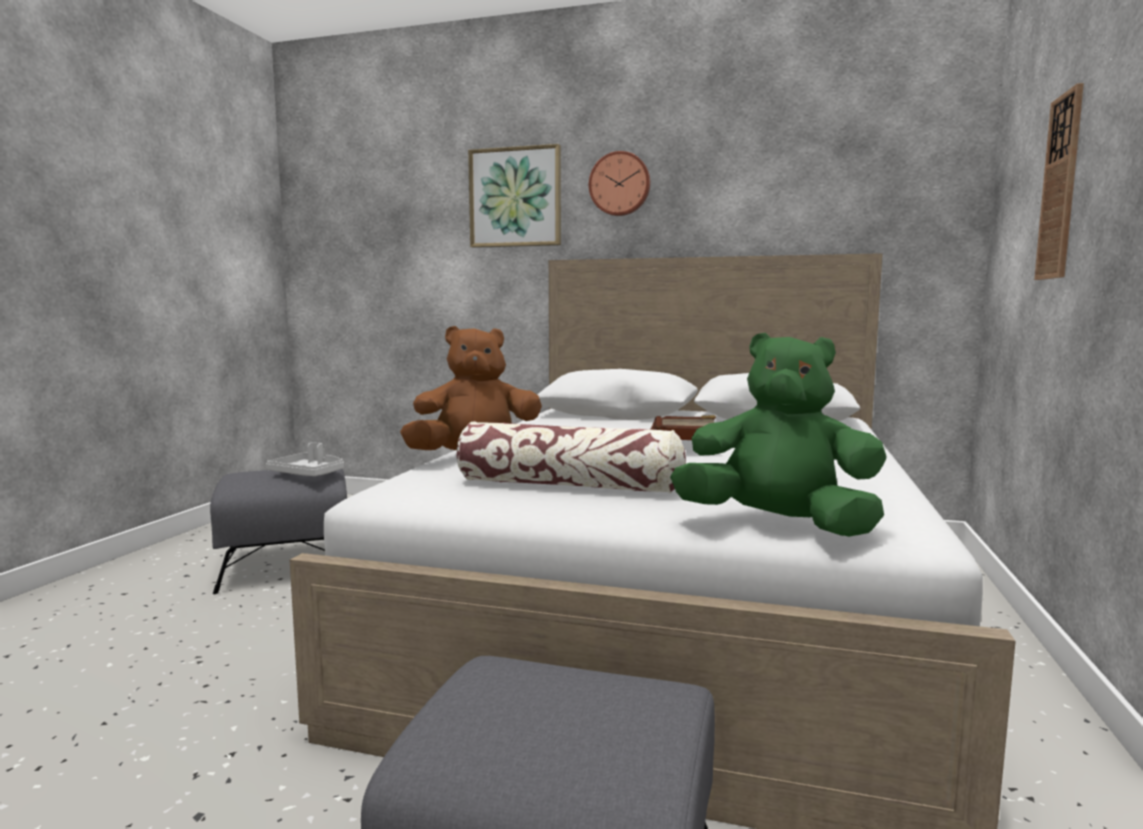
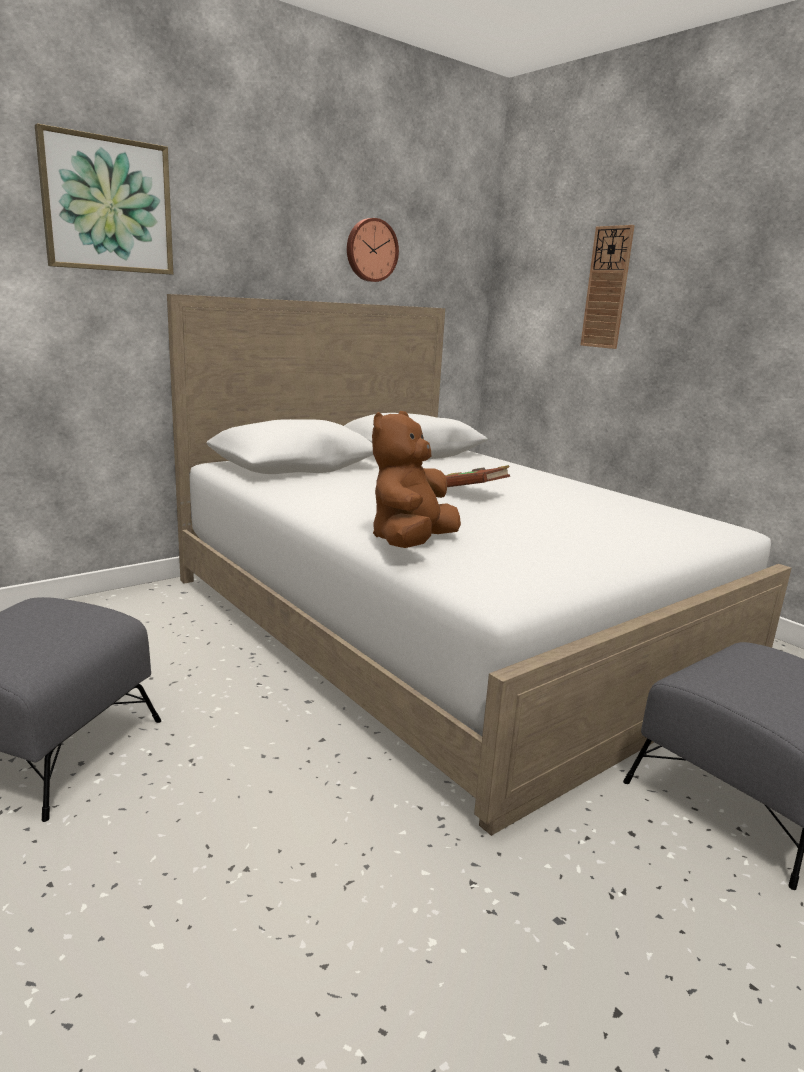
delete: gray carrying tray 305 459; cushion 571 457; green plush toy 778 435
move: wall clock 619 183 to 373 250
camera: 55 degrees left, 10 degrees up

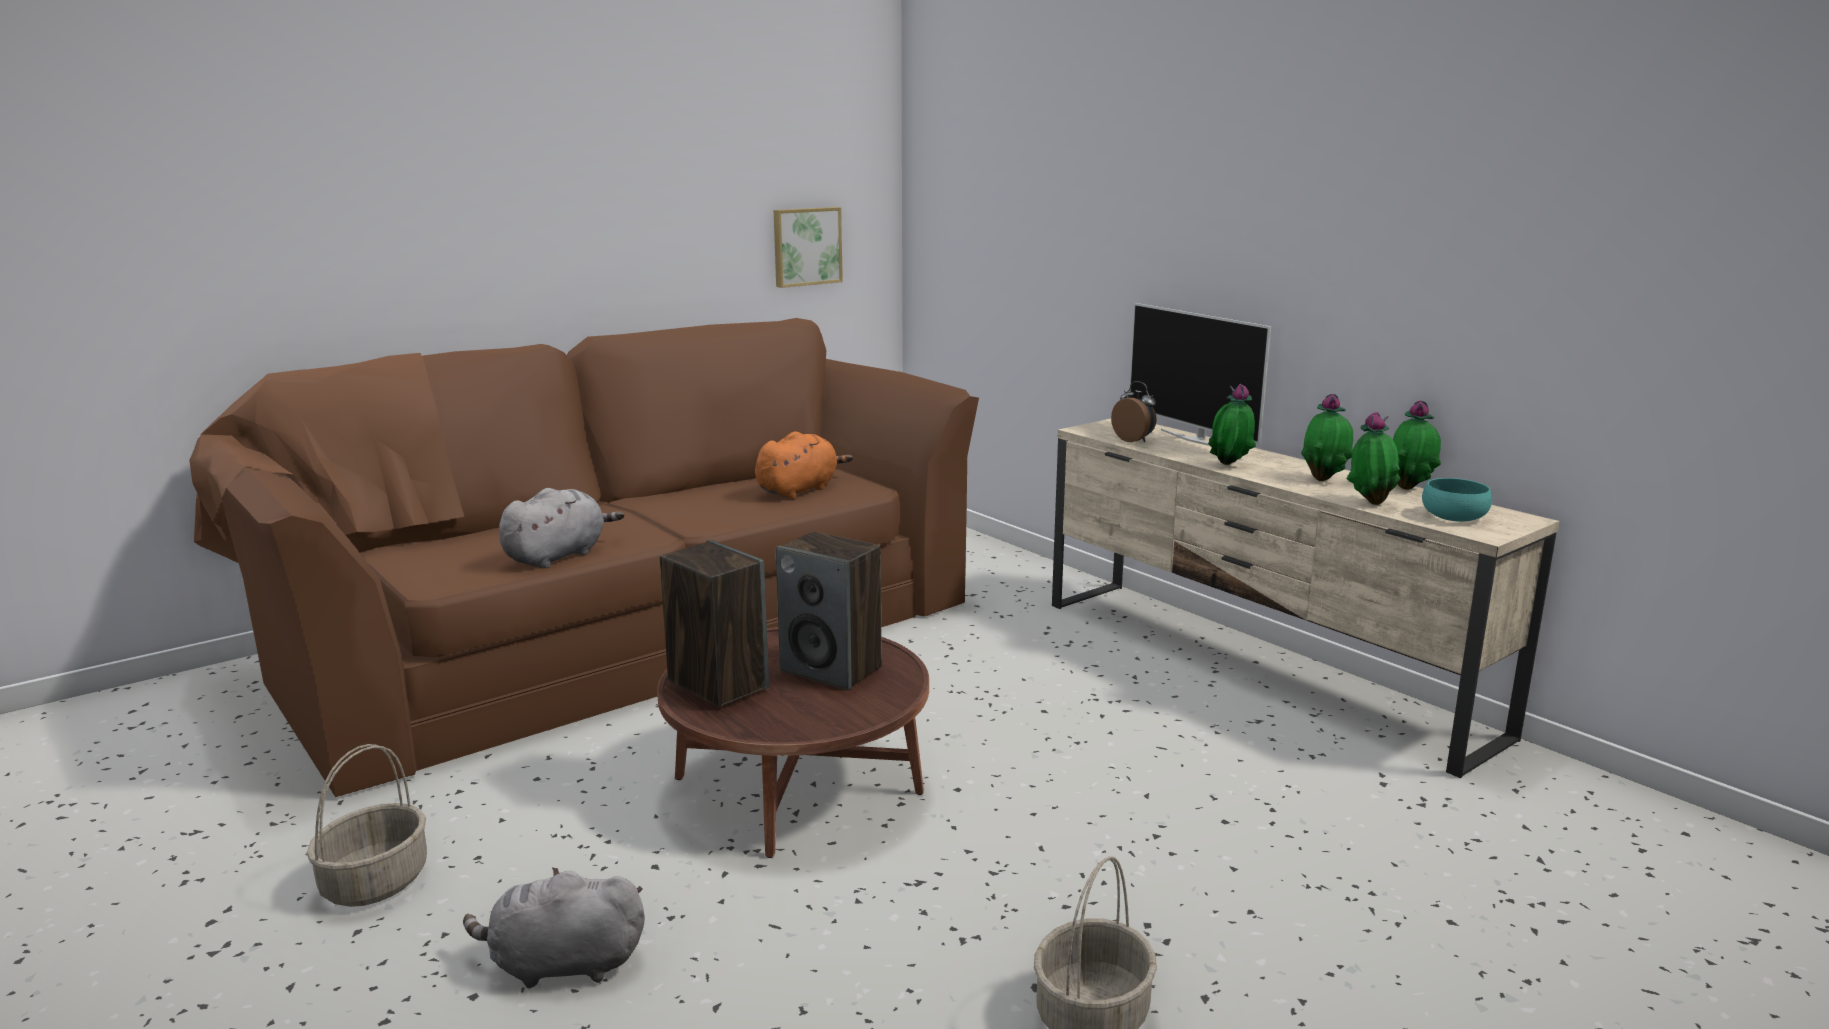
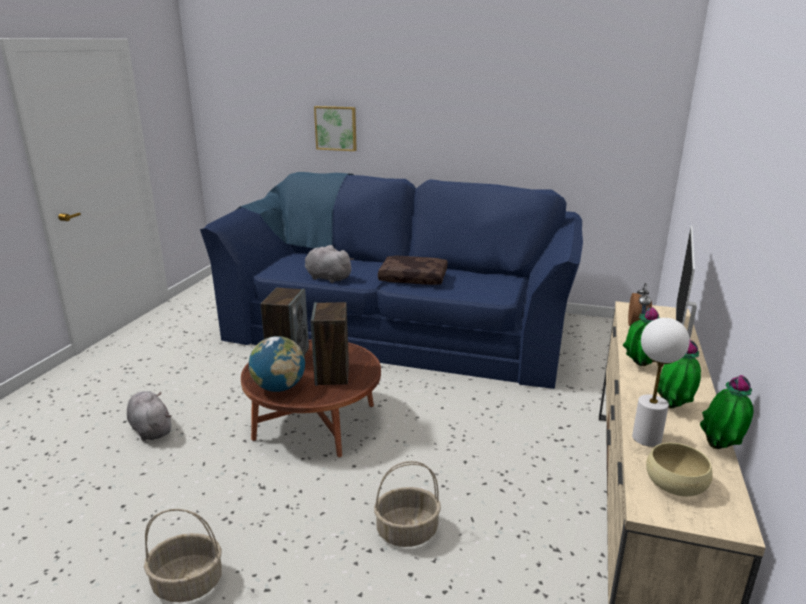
delete: orange-coloured plush toy 804 465
insert: world globe 277 364; brown-coloured cushion 413 270
move: storage basket 366 825 to 407 504; wall picture 808 247 to 335 128
replace: plant in a pot 1373 458 to white table lamp 661 382
recolor: brown-coloured sofa 584 557 to blue sofa 391 280; turquoise serving bowl 1457 500 to sand-coloured serving bowl 679 469
rotate: gray plush toy 562 528 = 329 264 150 degrees counterclockwise
camera: 55 degrees right, 5 degrees up

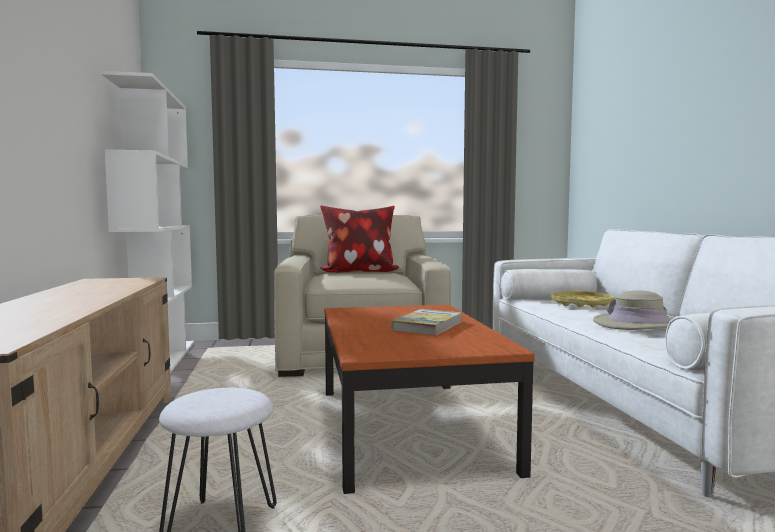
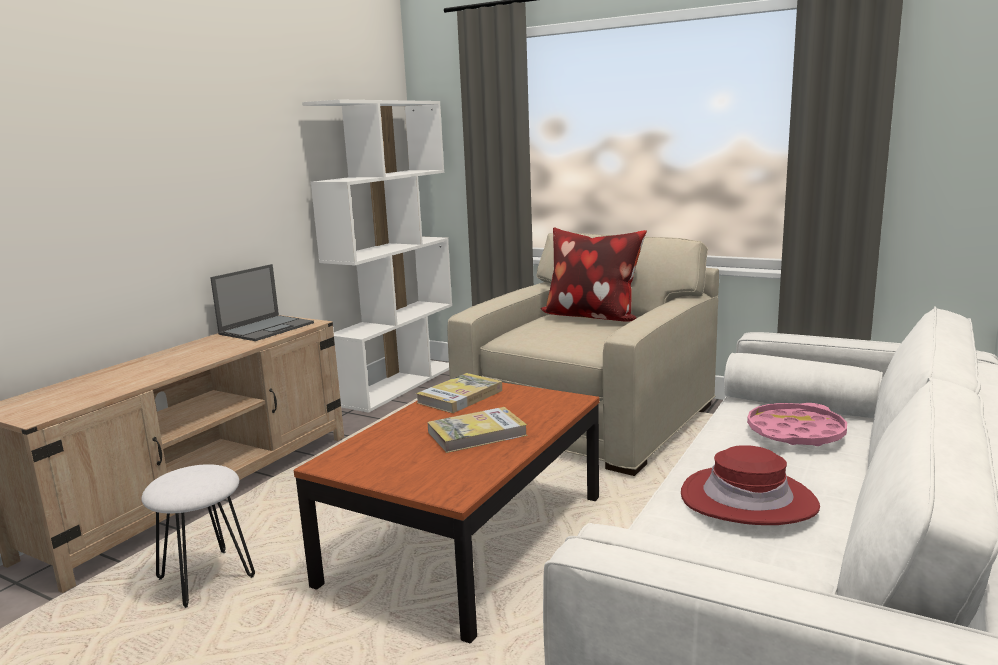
insert: laptop 262 302; bound book 459 393
recolor: yellow carrying tray 582 299 to pinkish carrying tray 797 424; sand-coloured wearable hat 633 310 to red wearable hat 750 485
camera: 40 degrees right, 10 degrees up

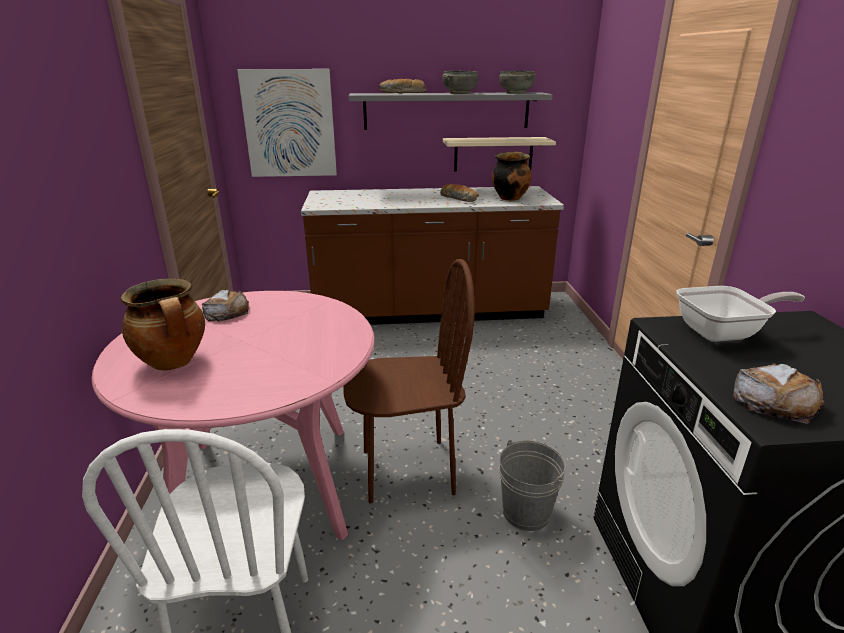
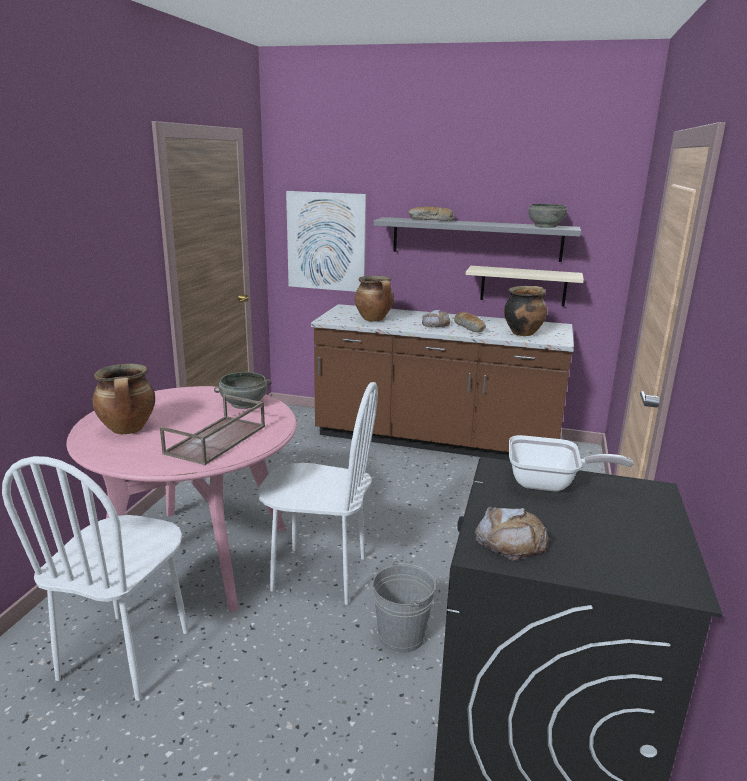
insert: brown-coloured carrying tray 212 429; stockpot 374 298
move: bread 225 306 to 436 318; gray serving bowl 460 82 to 243 390
recolor: brown-coloured plain chair 409 381 to white plain chair 317 493
camera: 20 degrees right, 5 degrees down

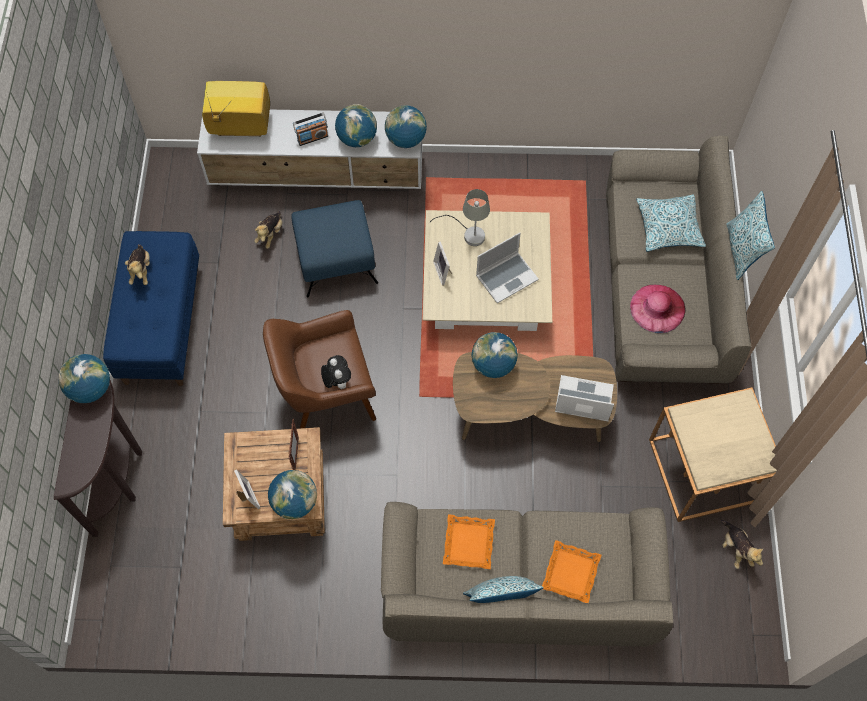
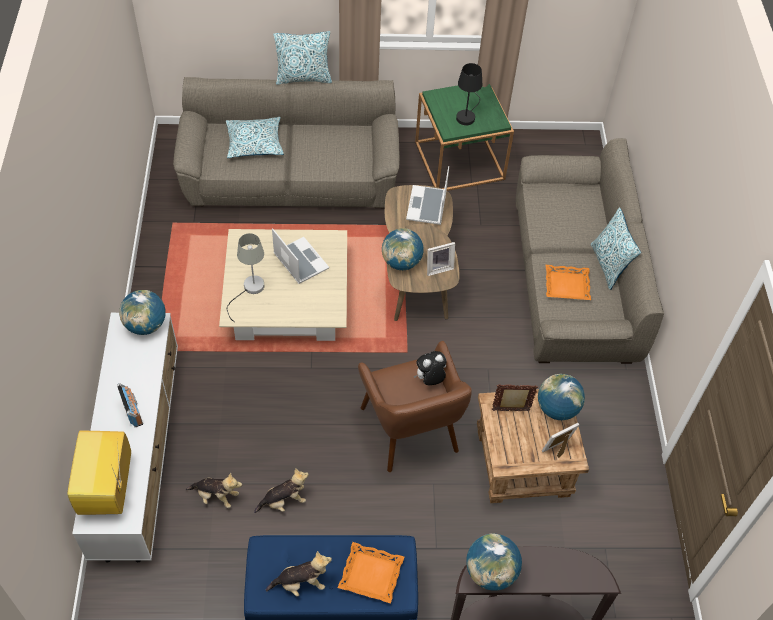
delete: blue footrest 334 248; world globe 356 125; pinkish wearable hat 658 308
insert: blackish table lamp 469 94
move: standing frame 442 263 to 441 259; orange-coloured carrying tray 571 571 to 371 573; plush toy 742 544 to 281 490
recolor: sand-coloured end table 713 454 to green end table 464 137
camera: 95 degrees left, 10 degrees down

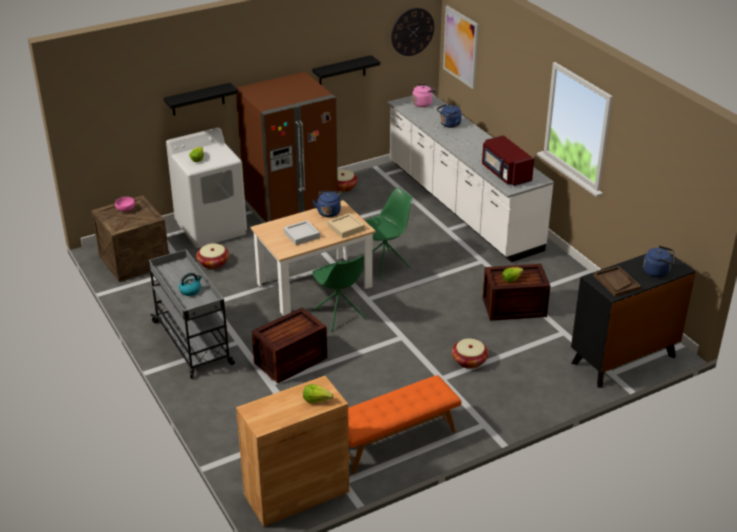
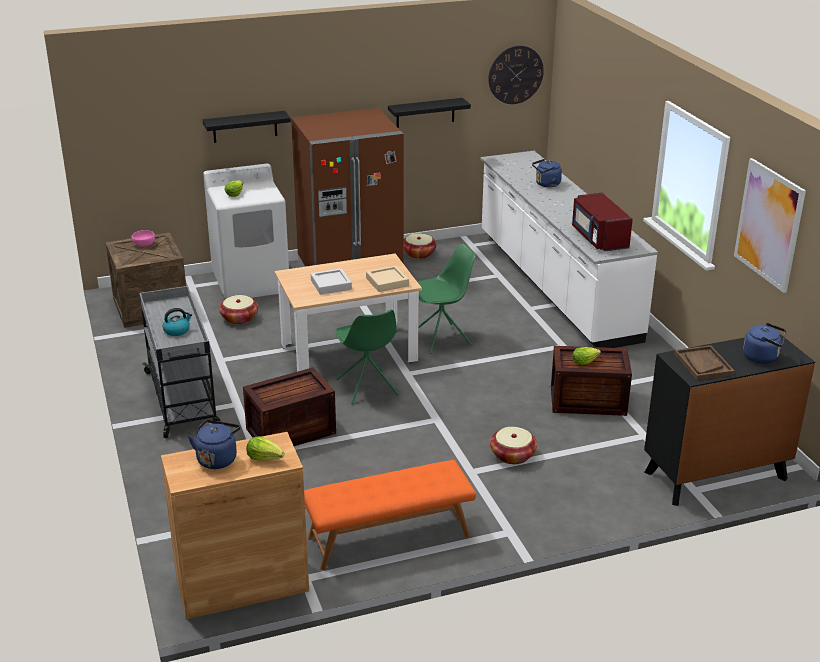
delete: pinkish kettle 424 95
move: blue kettle 326 203 to 214 444; wall picture 460 47 to 770 225
camera: 10 degrees right, 5 degrees down

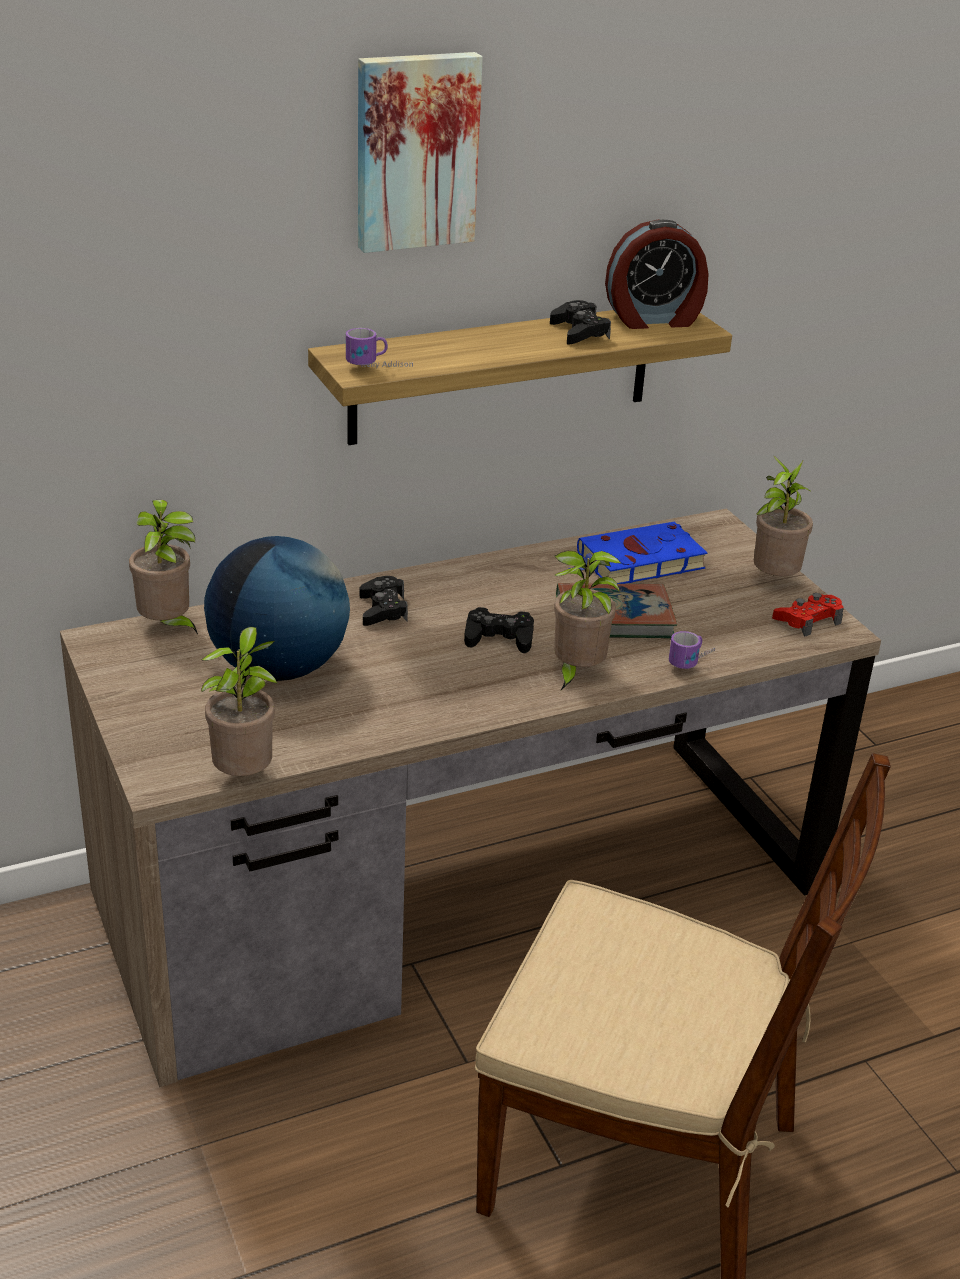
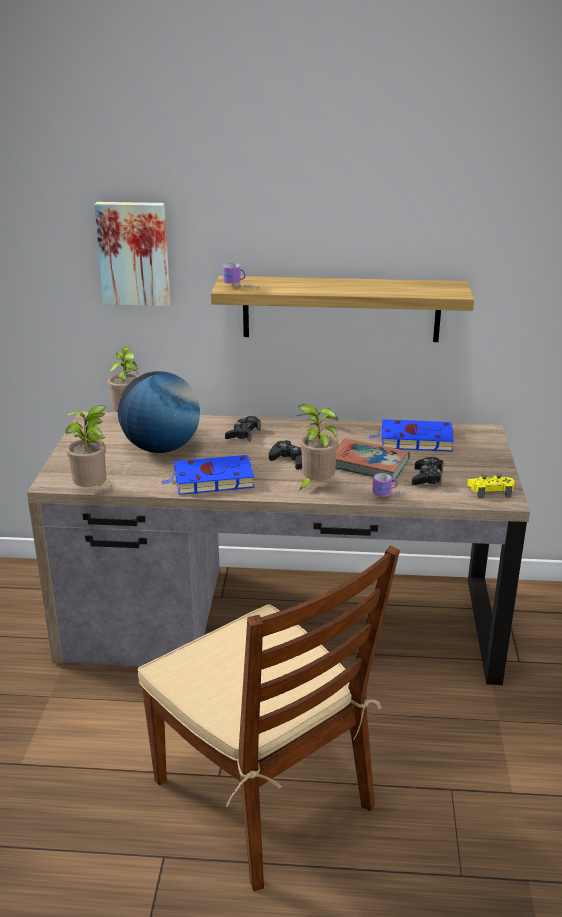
delete: table clock 657 274; plant in a pot 783 516
insert: blue bound book 207 475
move: wall picture 420 152 to 132 254; blackish joypad 580 322 to 428 471
recolor: red joypad 808 615 to yellow joypad 491 486
camera: 30 degrees right, 5 degrees down

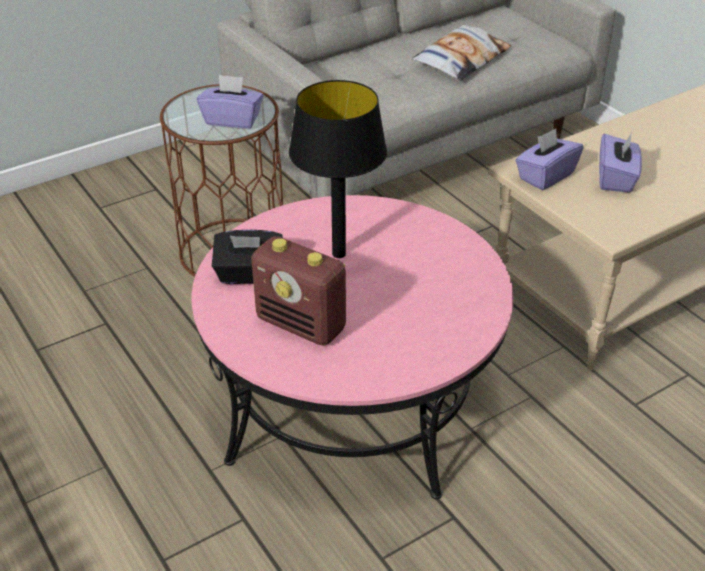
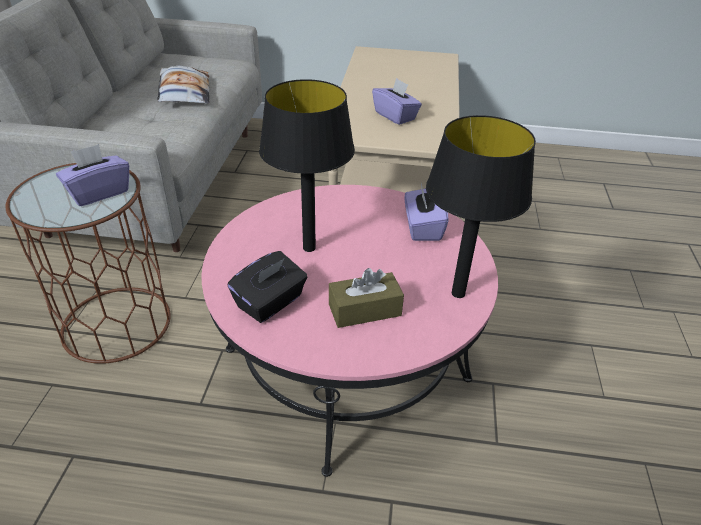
insert: blackish table lamp 481 206
move: purple tissue box 549 159 to 426 212
replace: radio set 298 291 to brown-coloured tissue box 366 298
camera: 50 degrees left, 0 degrees up

